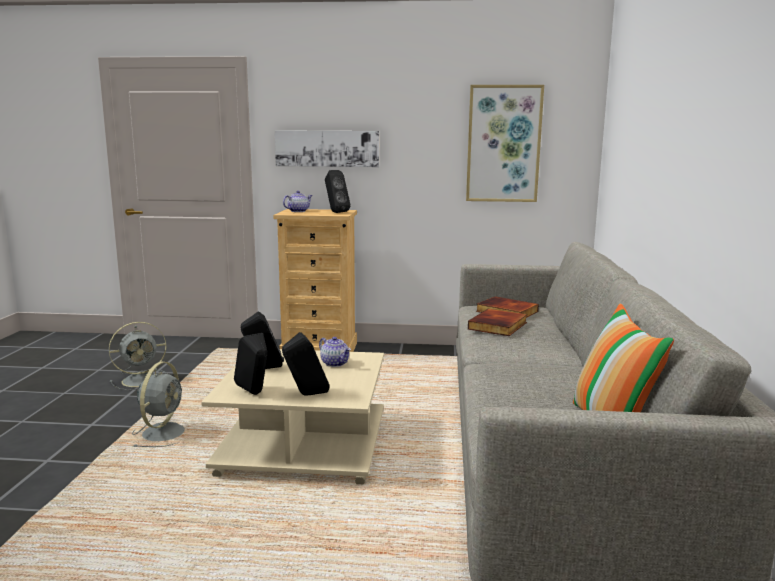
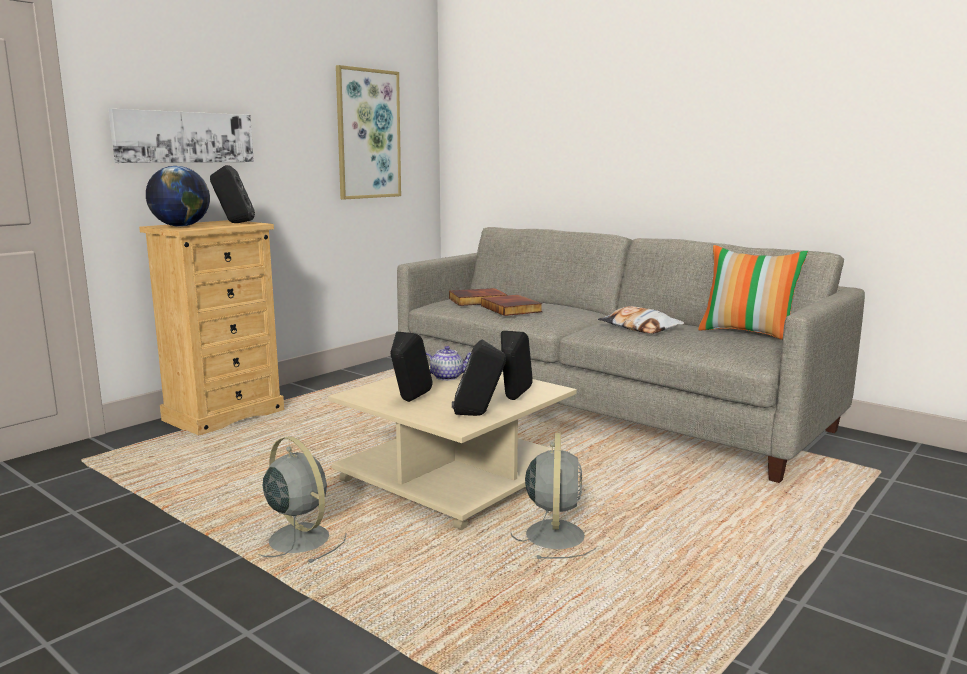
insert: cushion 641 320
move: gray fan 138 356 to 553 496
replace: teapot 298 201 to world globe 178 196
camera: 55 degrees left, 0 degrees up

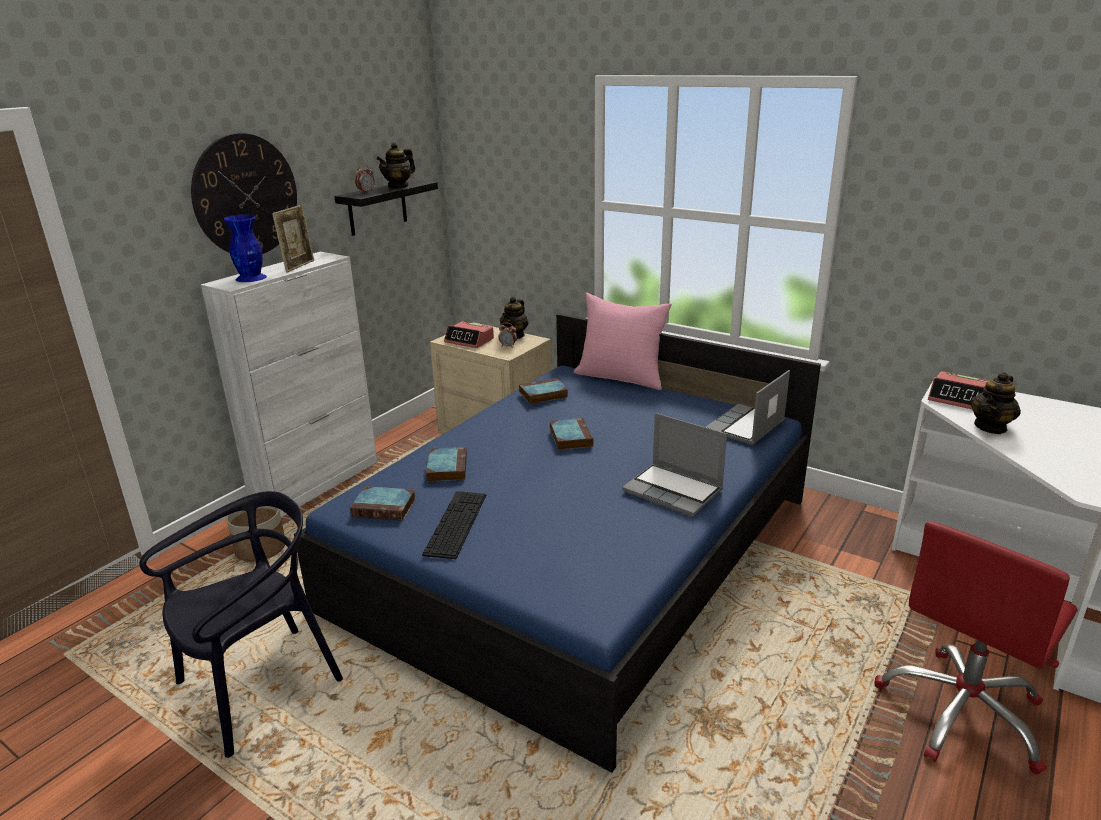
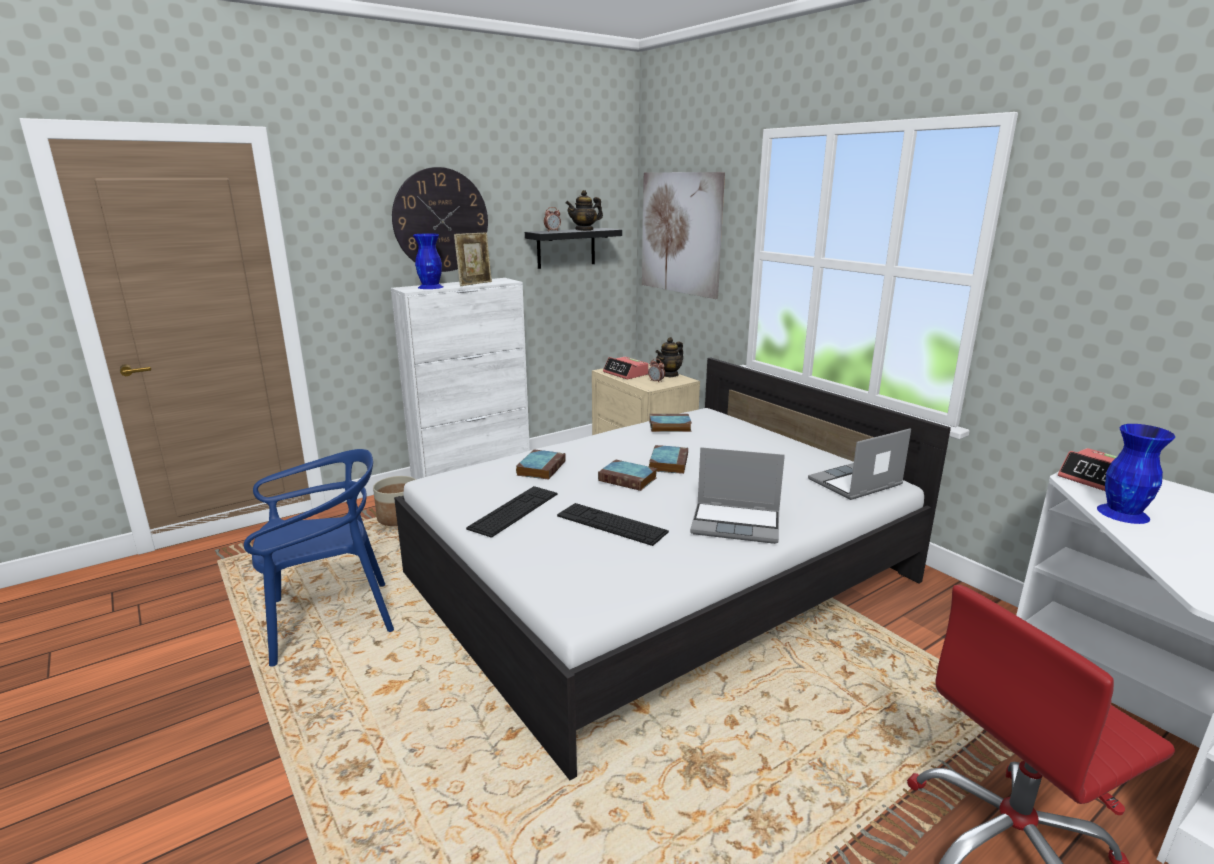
delete: pinkish cushion 623 341
insert: computer keyboard 613 524; wall picture 683 235
move: bound book 383 503 to 627 475
replace: teapot 996 403 to blue vase 1136 474
recolor: blackish plain chair 241 624 to blue plain chair 319 558; blue bed 557 543 to white bed 672 568
rotate: laptop 674 464 = 737 495 45 degrees counterclockwise
camera: 20 degrees right, 5 degrees down

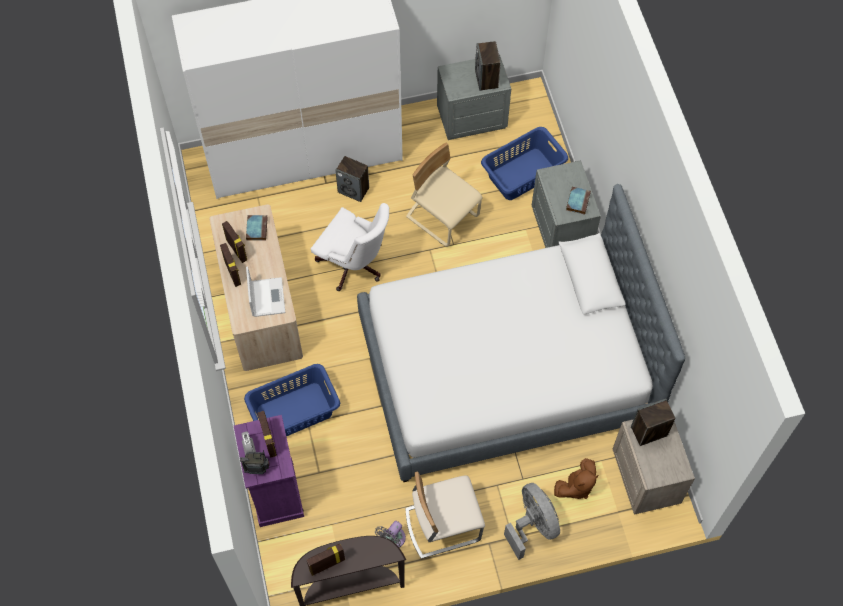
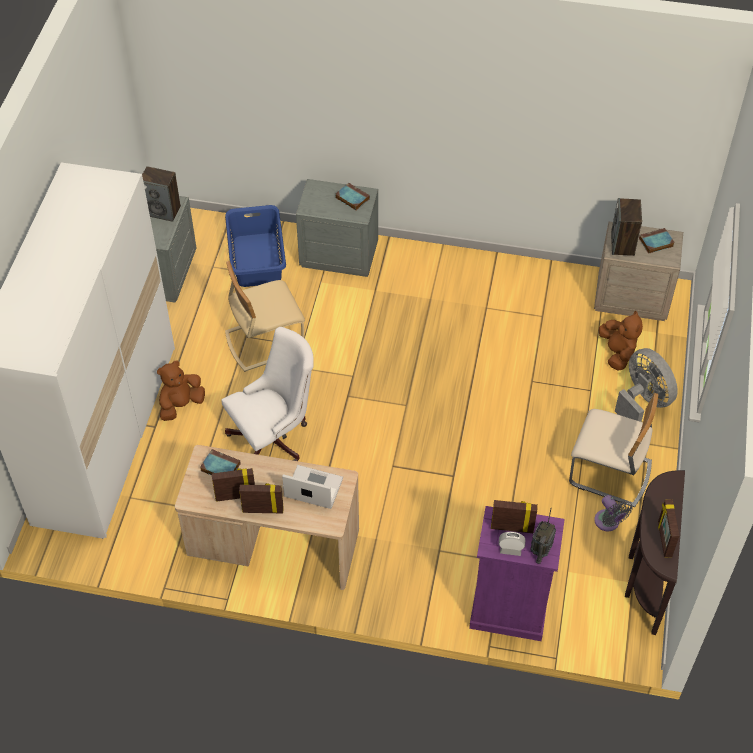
delete: blue hamper 292 400; bed 521 333
insert: bound book 657 241
replace: speaker 352 179 to brown-coloured plush toy 181 391
rotate: sand-coloured plain chair 445 515 = 613 450 75 degrees counterclockwise; gray fan 532 521 = 646 385 60 degrees clockwise
camera: 65 degrees left, 10 degrees down

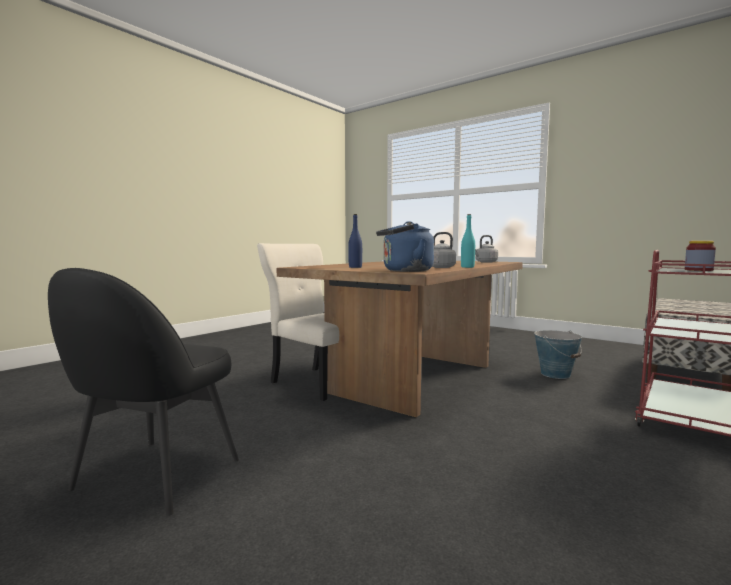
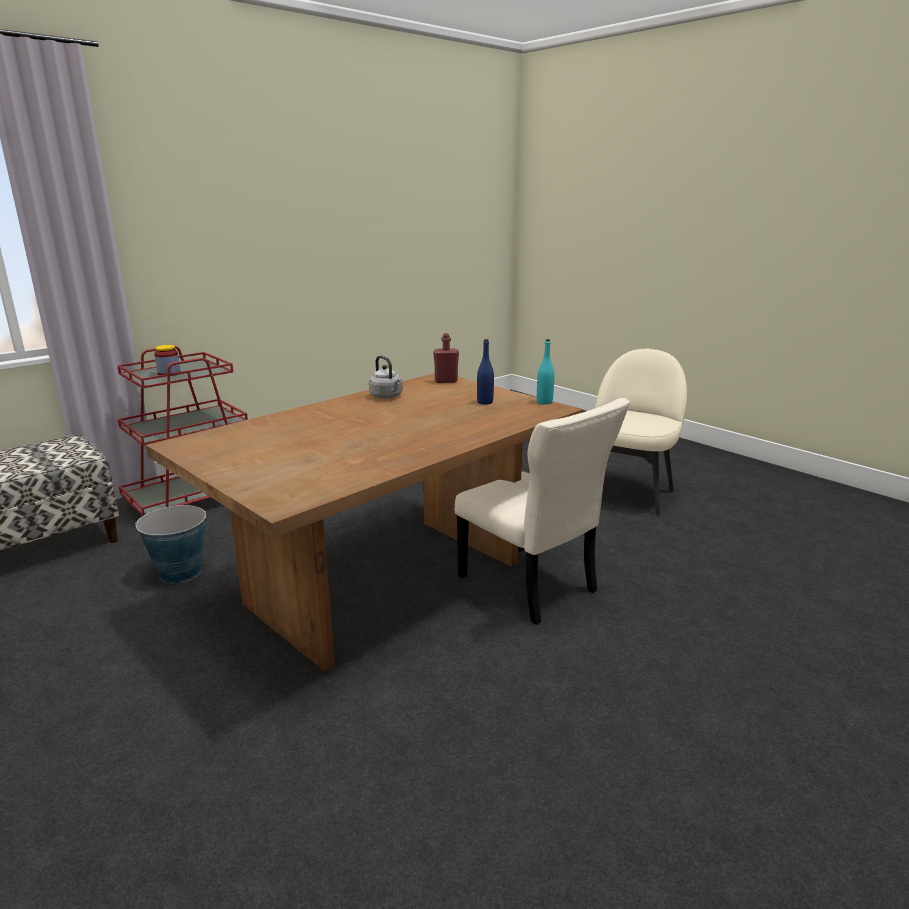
delete: gray kettle 486 249
move: turquoise drink bottle 468 241 to 545 372
replace: blue kettle 405 246 to red drink bottle 446 358
recolor: blackish plain chair 143 392 to sand-coloured plain chair 641 432
camera: 170 degrees left, 15 degrees up

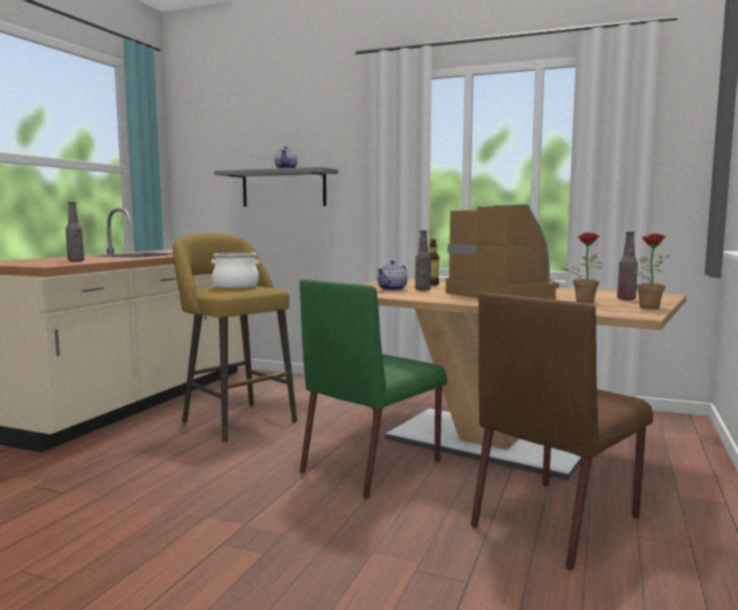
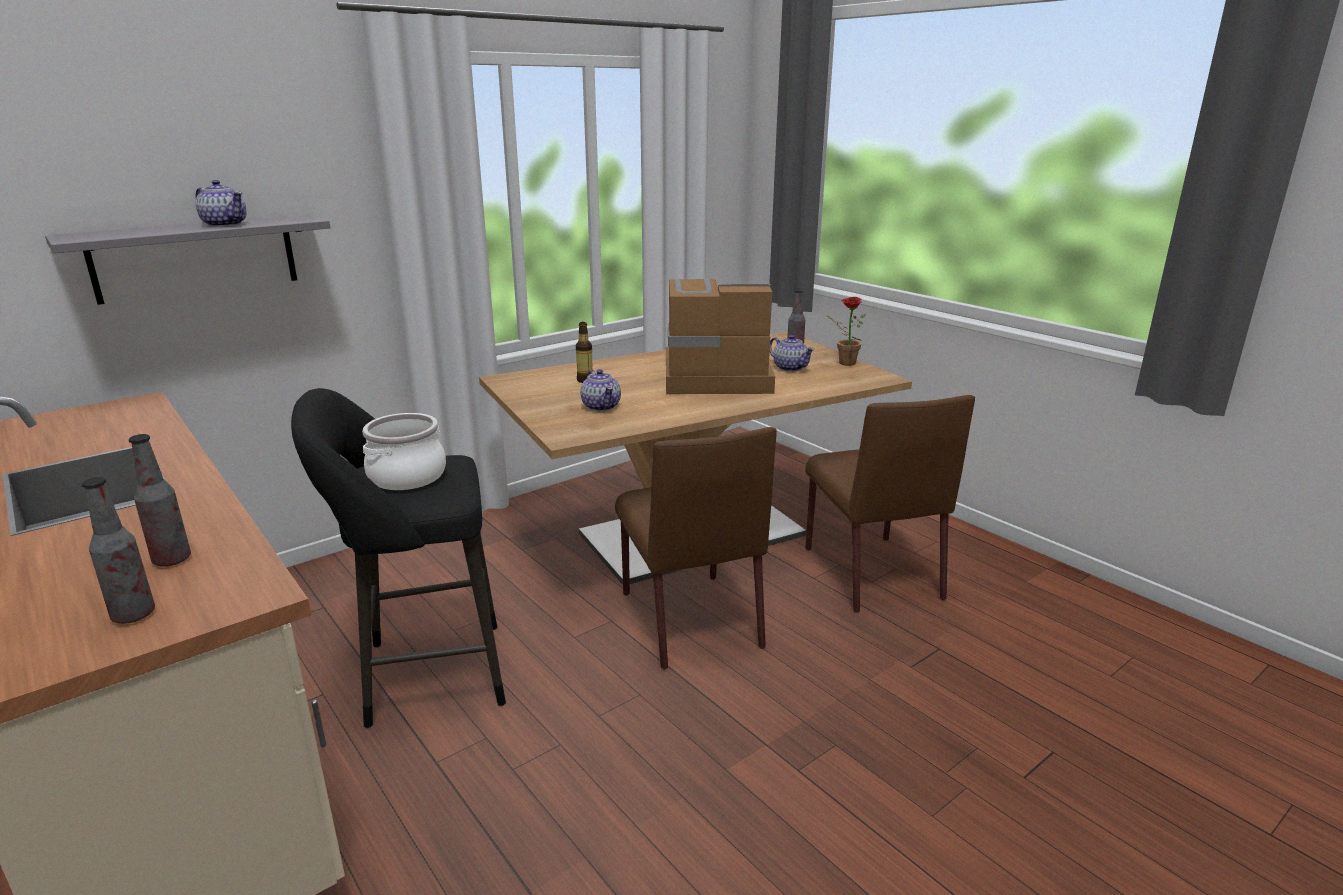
move: drink bottle 423 260 to 118 550
replace: plant in a pot 582 268 to teapot 792 353
recolor: yellow stool 235 337 to blackish stool 398 558; green plain chair 373 389 to brown-coloured plain chair 696 548
camera: 60 degrees left, 15 degrees up

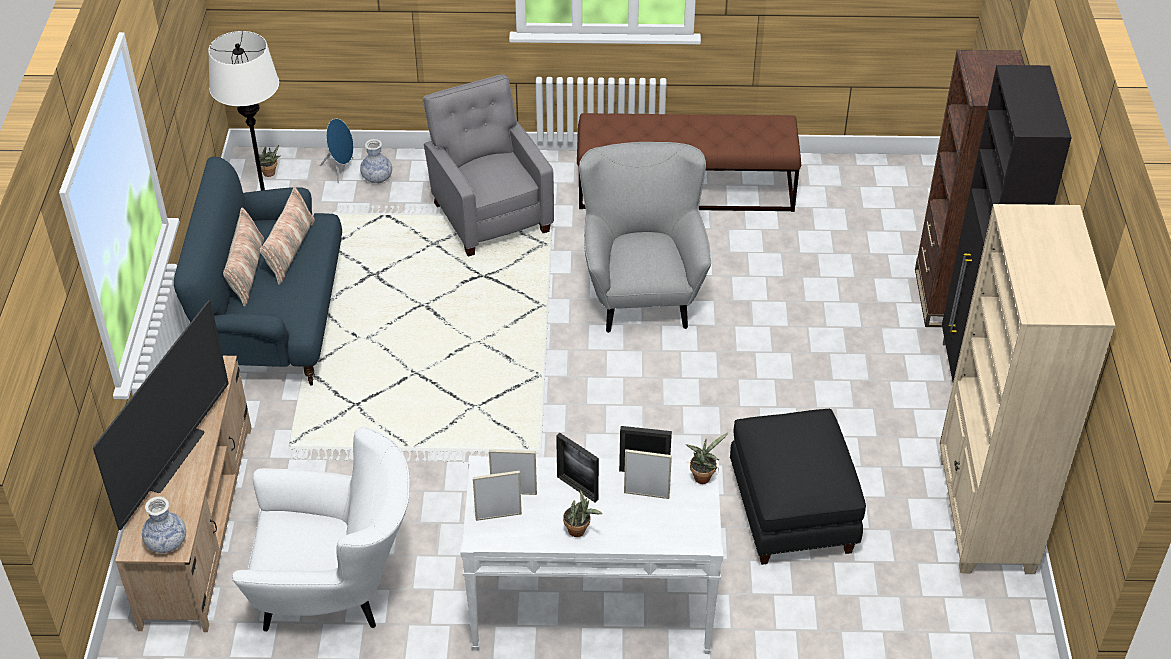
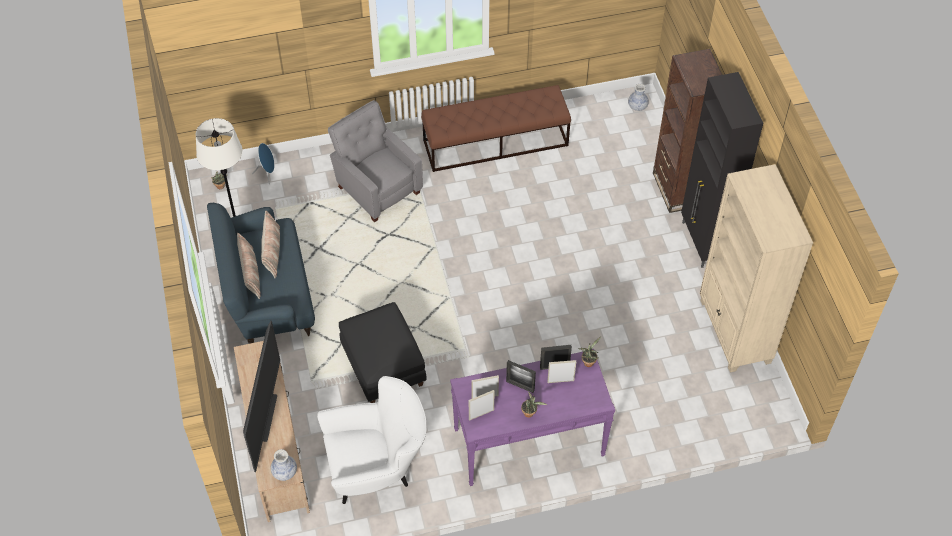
delete: gray lounge chair 645 237
move: vase 376 161 to 638 97; blackish footrest 798 487 to 382 352
recolor: white hall table 591 554 to purple hall table 532 417
camera: 15 degrees left, 10 degrees up

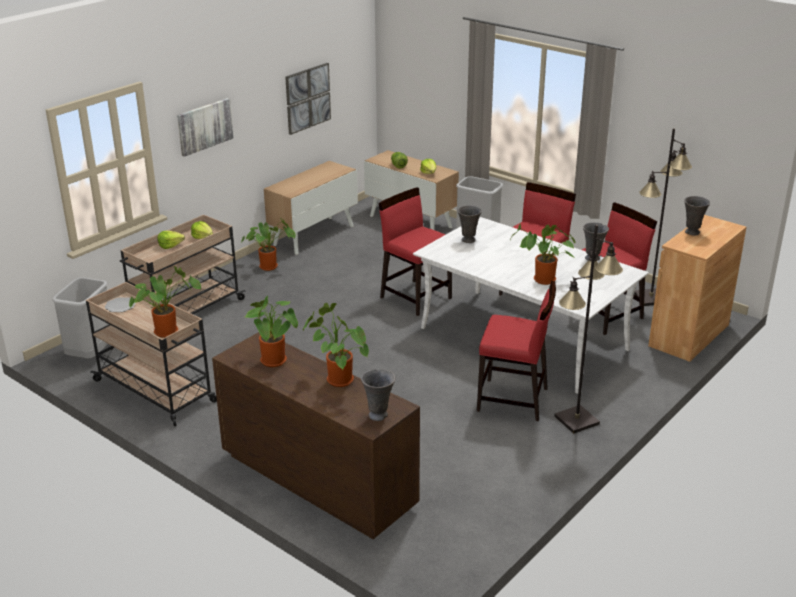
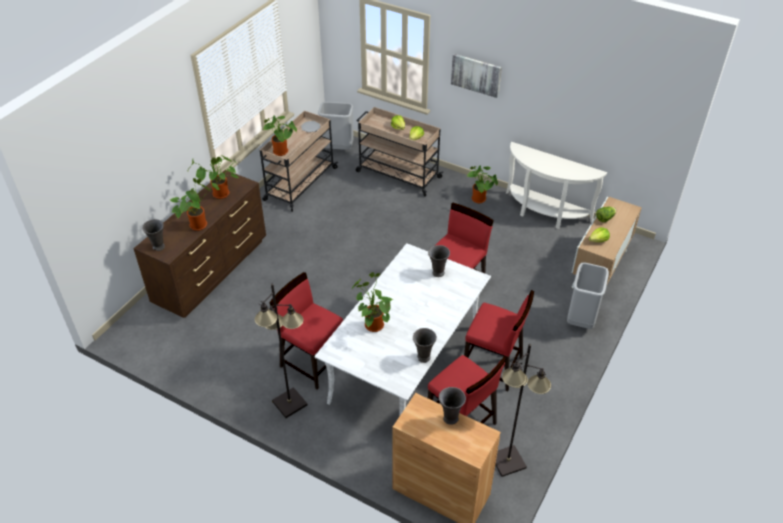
delete: wall picture 308 99
replace: cupboard 311 208 to white hall table 556 185
rotate: red plain chair 516 351 = 306 331 120 degrees clockwise
camera: 80 degrees right, 15 degrees up

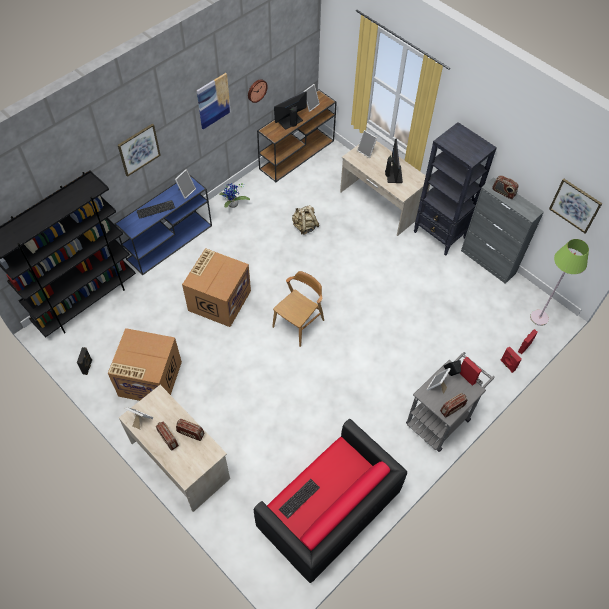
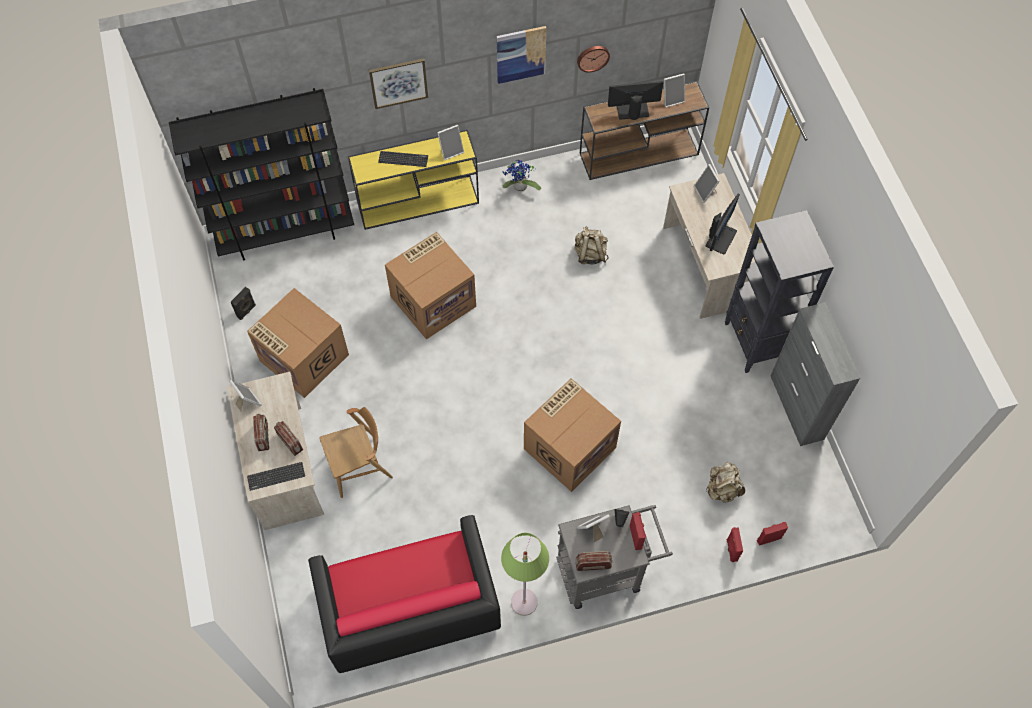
delete: radio set 505 187; wall picture 575 206
insert: carton 572 435; sand-coloured rucksack 725 482
move: brown-coloured plain chair 298 309 to 356 452; computer keyboard 299 499 to 276 476; green floor lamp 559 282 to 525 574
recolor: blue hall table 163 224 to yellow hall table 413 180
camera: 30 degrees right, 5 degrees up

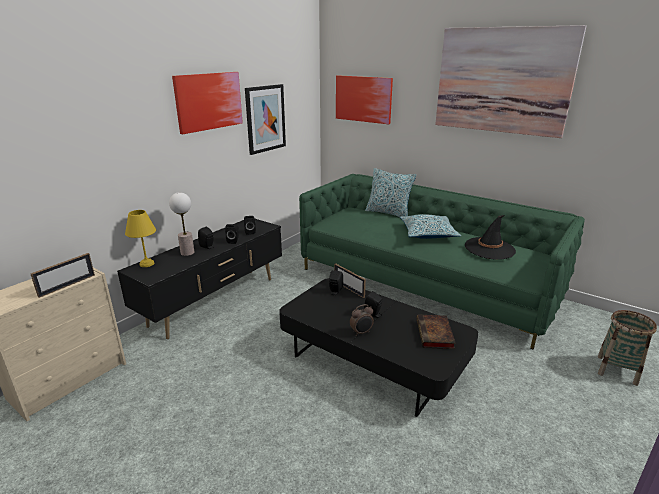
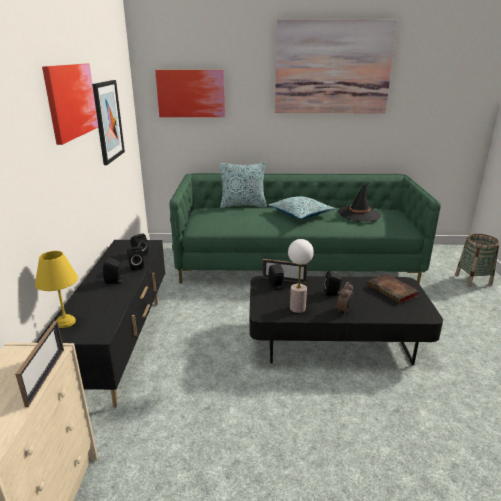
move: table lamp 181 224 to 301 276
camera: 35 degrees left, 0 degrees up

